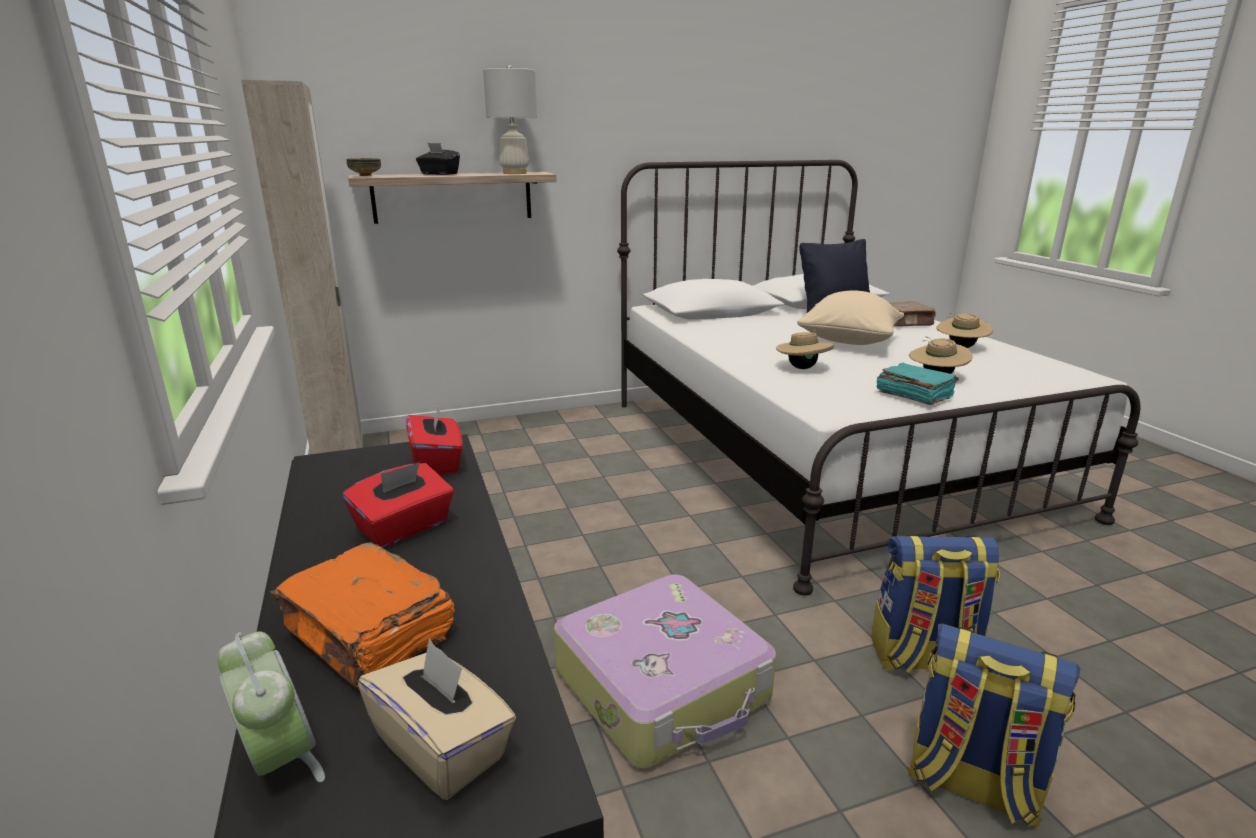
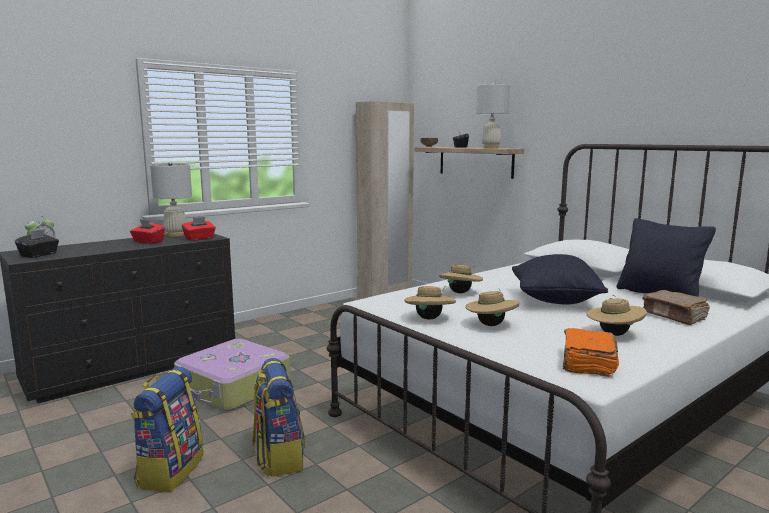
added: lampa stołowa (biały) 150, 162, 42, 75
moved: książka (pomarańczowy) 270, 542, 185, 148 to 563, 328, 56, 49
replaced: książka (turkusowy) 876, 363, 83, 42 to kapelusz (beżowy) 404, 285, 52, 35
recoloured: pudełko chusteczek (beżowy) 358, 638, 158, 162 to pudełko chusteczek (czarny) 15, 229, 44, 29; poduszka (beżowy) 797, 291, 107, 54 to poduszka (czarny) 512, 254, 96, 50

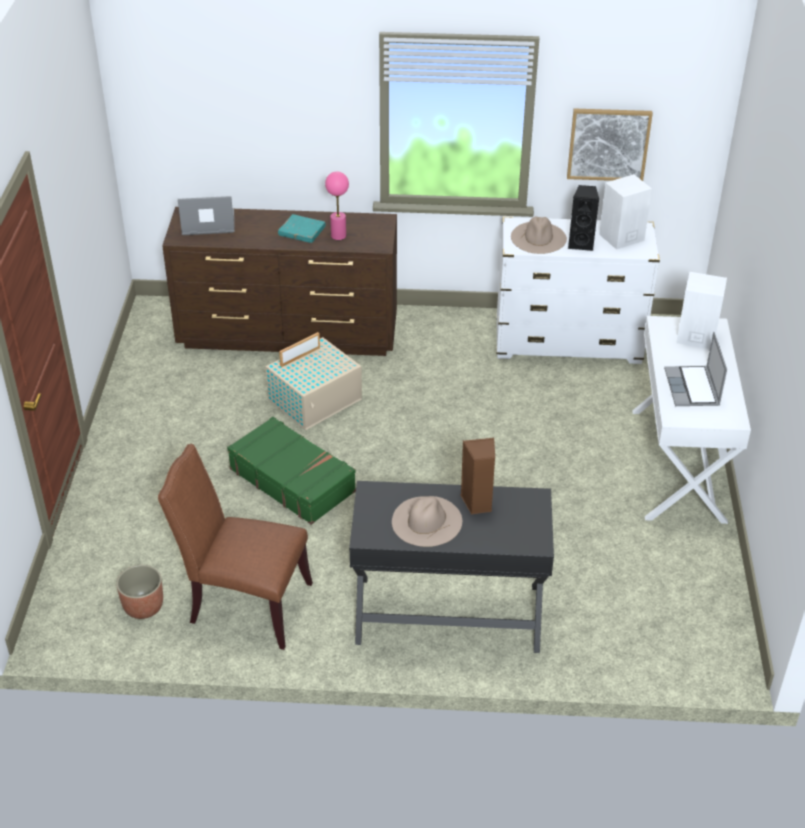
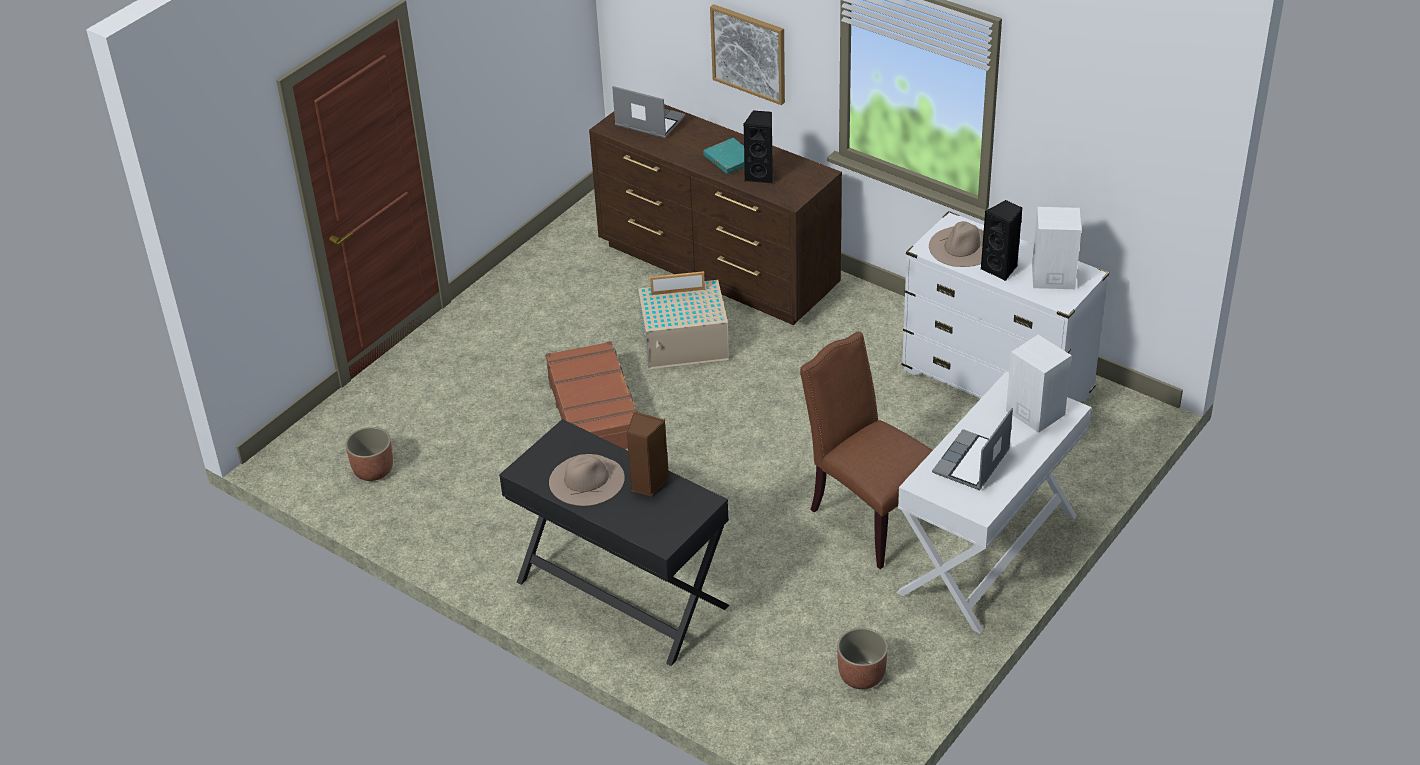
added: donica 837, 628, 51, 61
moved: krzesło (brązowy) 158, 444, 155, 206 to 800, 331, 133, 238; obraz 567, 109, 86, 72 to 710, 4, 75, 101
replaced: lampa stołowa (różowy) 325, 172, 24, 68 to głośnik (czarny) 743, 110, 30, 74
recoloured: walizka (zielony) 227, 417, 129, 108 to walizka (brązowy) 545, 341, 93, 108

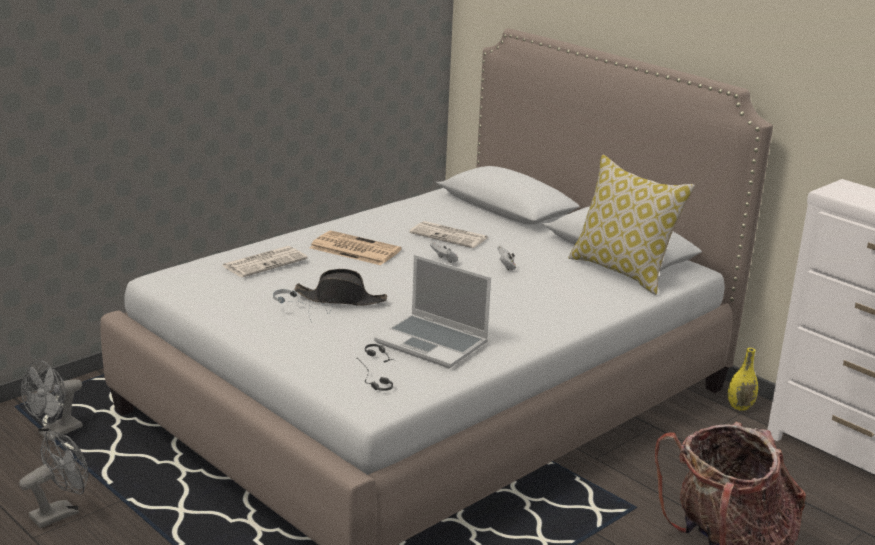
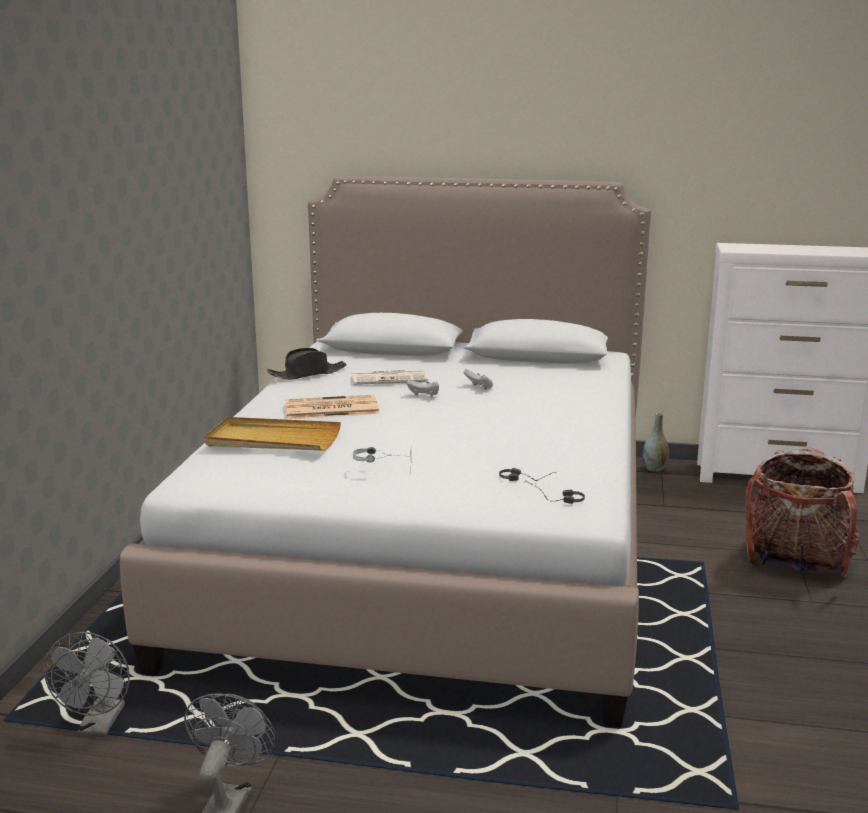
removed: laptop 374, 255, 117, 113; poduszka 568, 154, 127, 141
moved: kapelusz (czarny) 294, 269, 93, 37 to 267, 348, 79, 32
replaced: gazeta 222, 246, 85, 32 to taca (beżowy) 204, 417, 137, 34
recoloured: wazon (żółty) 728, 348, 30, 63 to wazon (szary) 642, 413, 27, 58

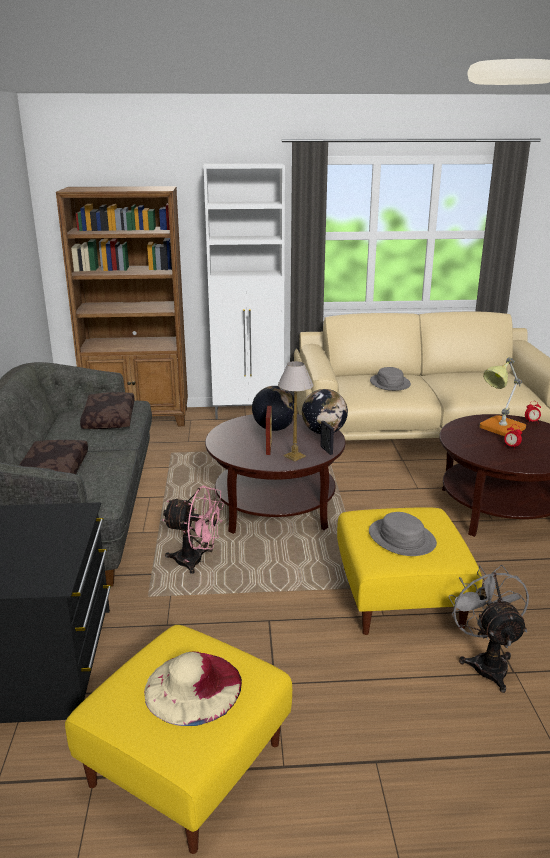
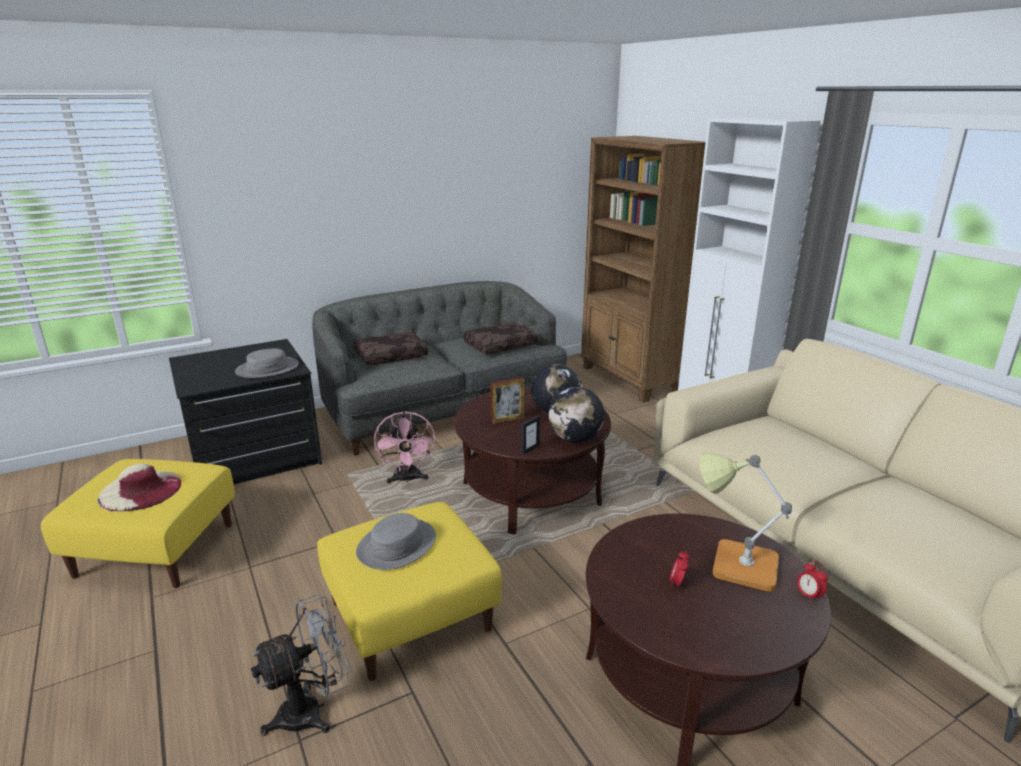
removed: lampa stołowa 278, 361, 35, 100
moved: kapelusz (szary) 370, 367, 41, 24 to 235, 348, 64, 30

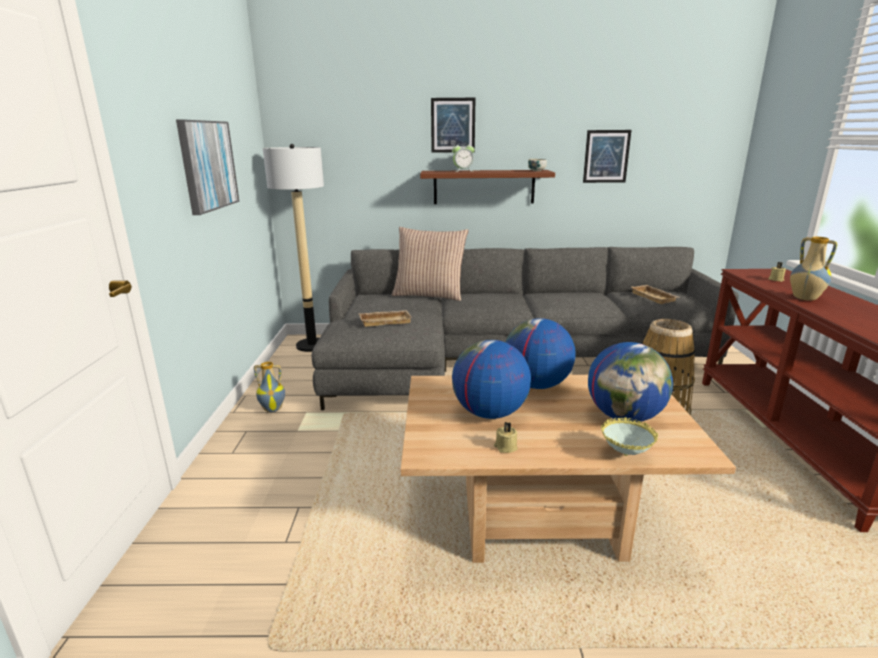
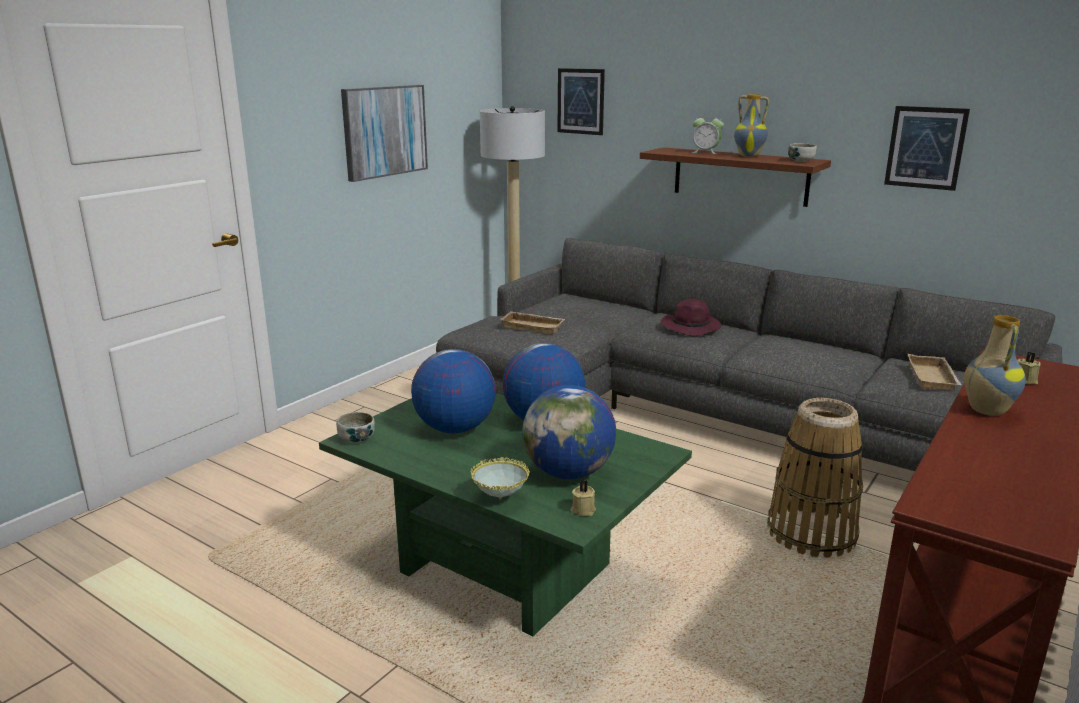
removed: poduszka 392, 227, 77, 74
added: miska 336, 412, 39, 30; kapelusz (fioletowy) 661, 299, 60, 37
moved: wazon 254, 362, 31, 50 to 734, 94, 35, 63; obraz 431, 98, 44, 55 to 557, 68, 48, 67; świeca (beżowy) 494, 422, 24, 31 to 571, 480, 25, 36
recoloured: ława (beżowy) 400, 375, 336, 188 to ława (zielony) 319, 393, 373, 243

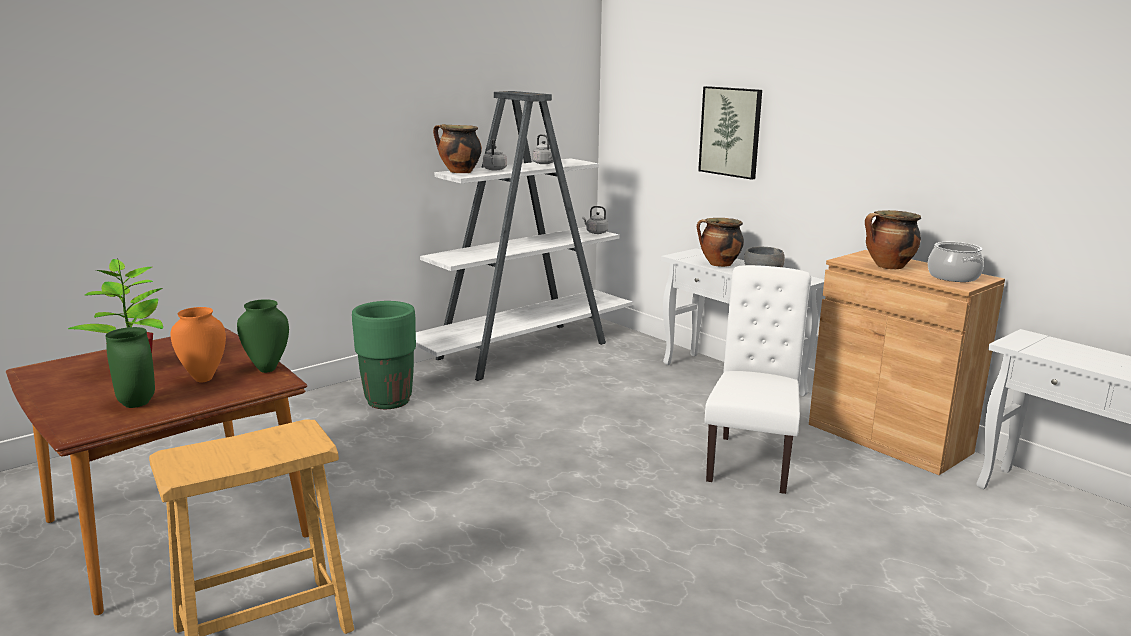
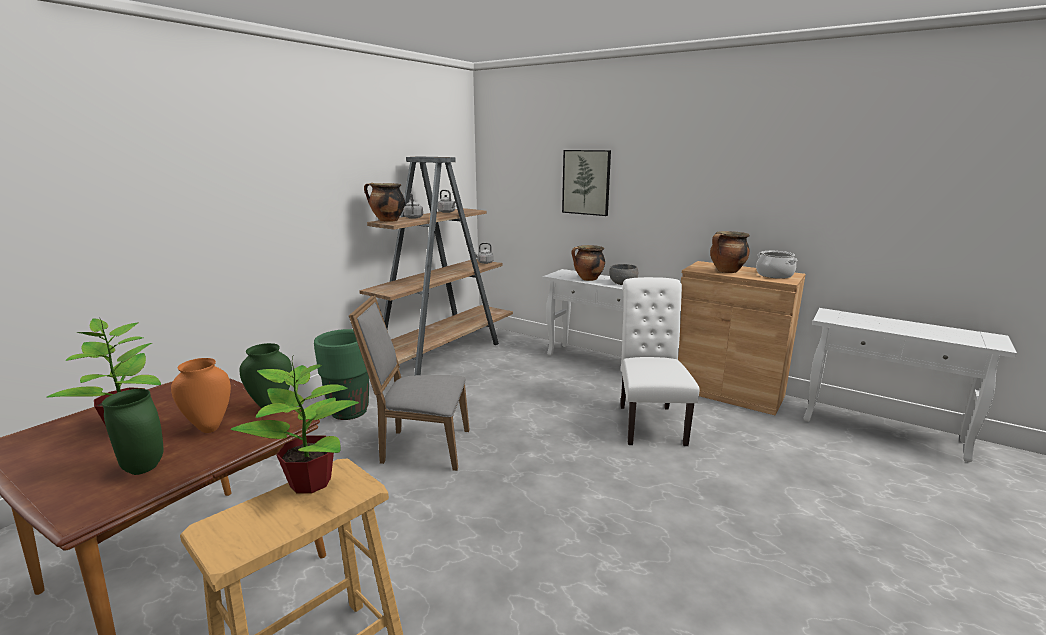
added: roślina doniczkowa 231, 356, 128, 138; krzesło (szary) 349, 295, 121, 176
recoloured: regał (biały) 416, 91, 217, 290 to regał (brązowy) 359, 156, 154, 219

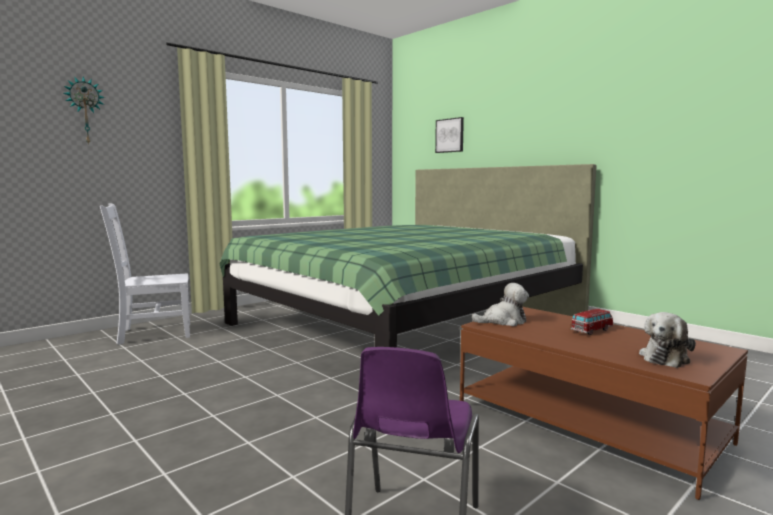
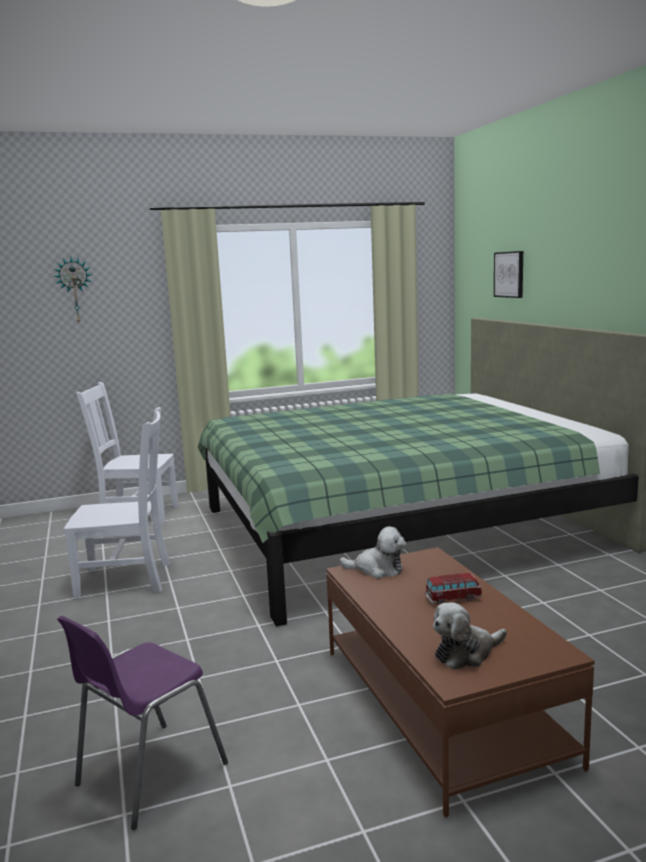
added: krzesło (biały) 64, 407, 106, 192

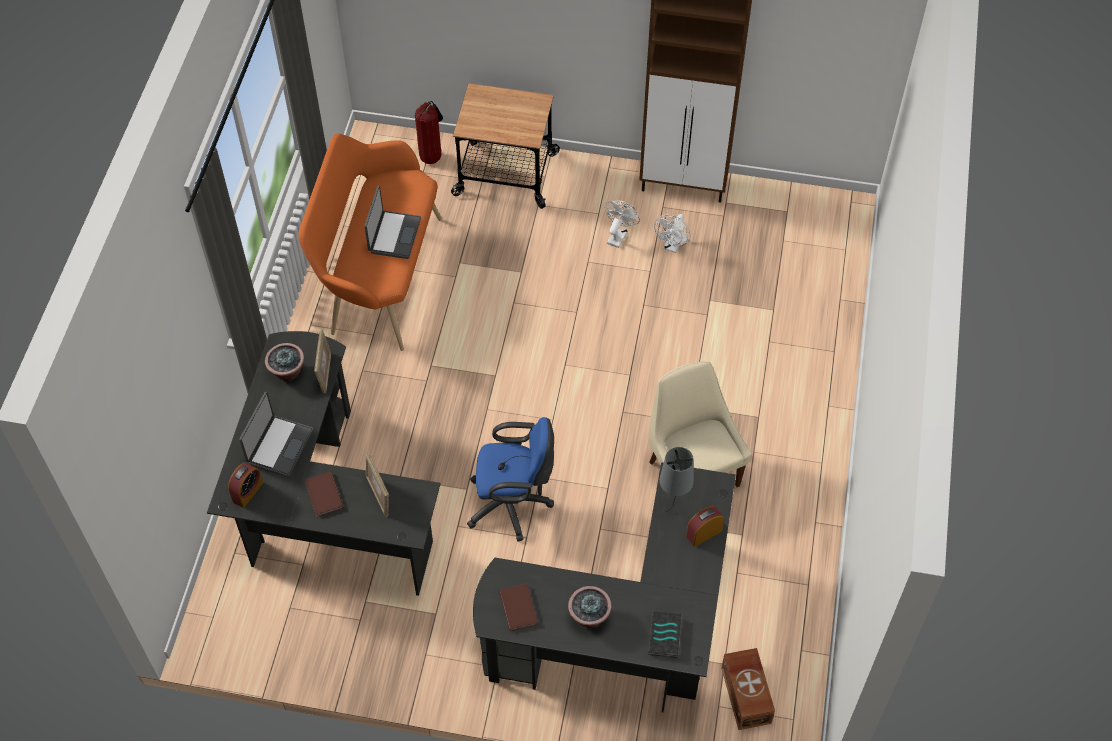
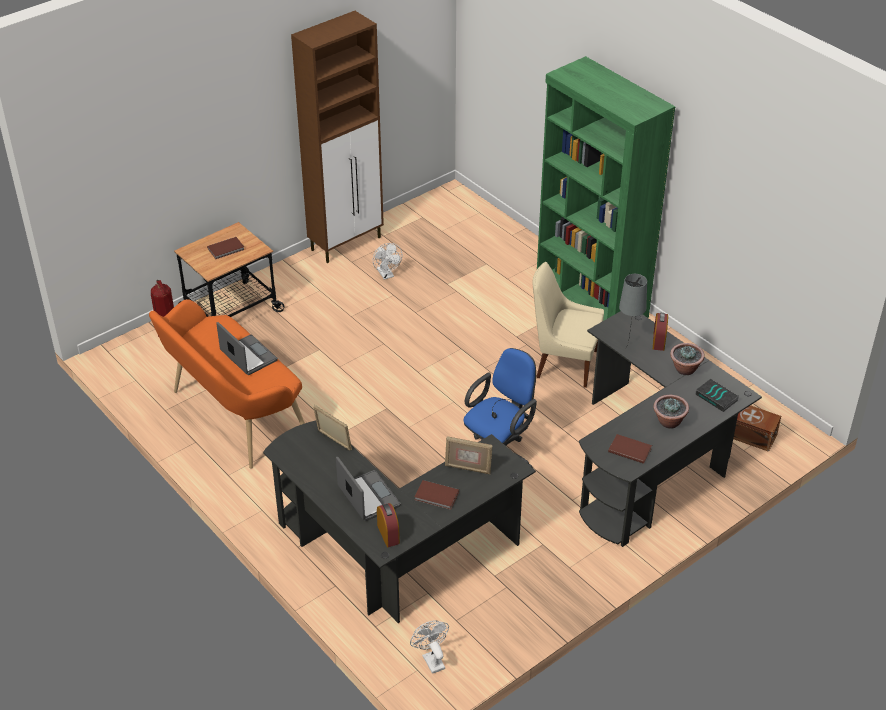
added: książka (brązowy) 207, 237, 38, 22; regał (zielony) 537, 56, 138, 265
moved: roślina doniczkowa 265, 343, 39, 38 to 670, 343, 35, 32; wentylator (biały) 604, 200, 36, 48 to 410, 620, 39, 54

